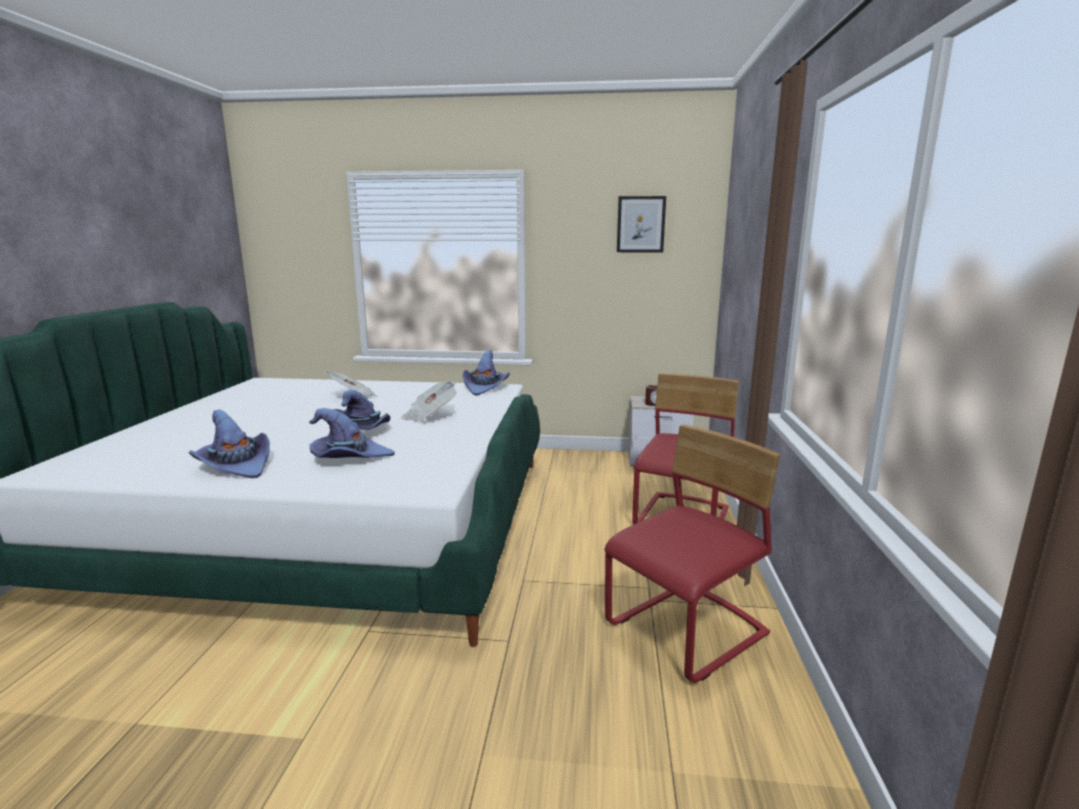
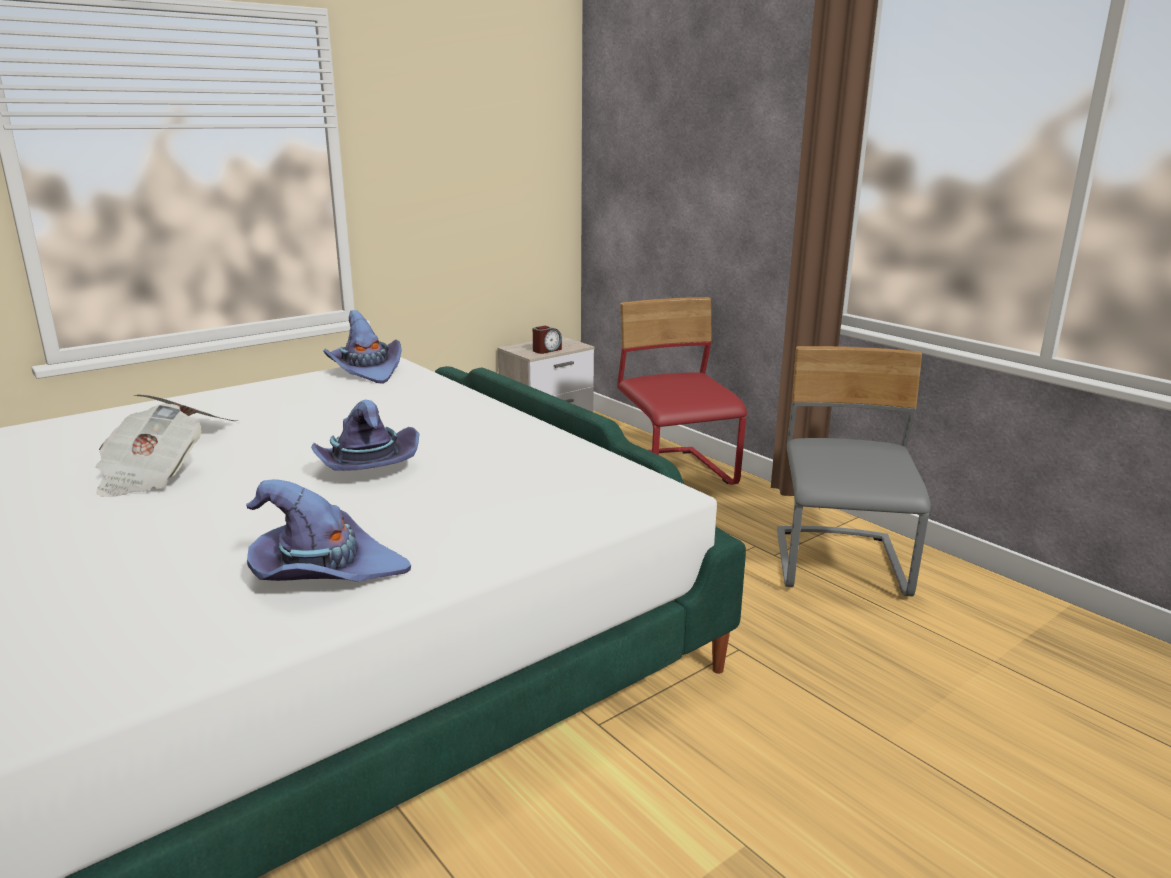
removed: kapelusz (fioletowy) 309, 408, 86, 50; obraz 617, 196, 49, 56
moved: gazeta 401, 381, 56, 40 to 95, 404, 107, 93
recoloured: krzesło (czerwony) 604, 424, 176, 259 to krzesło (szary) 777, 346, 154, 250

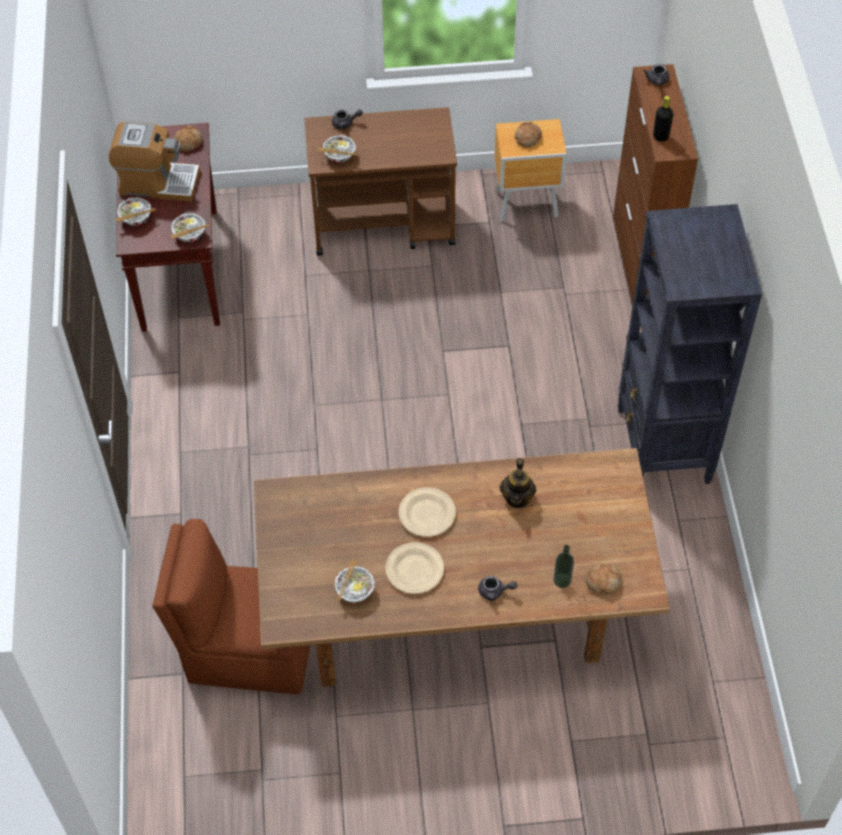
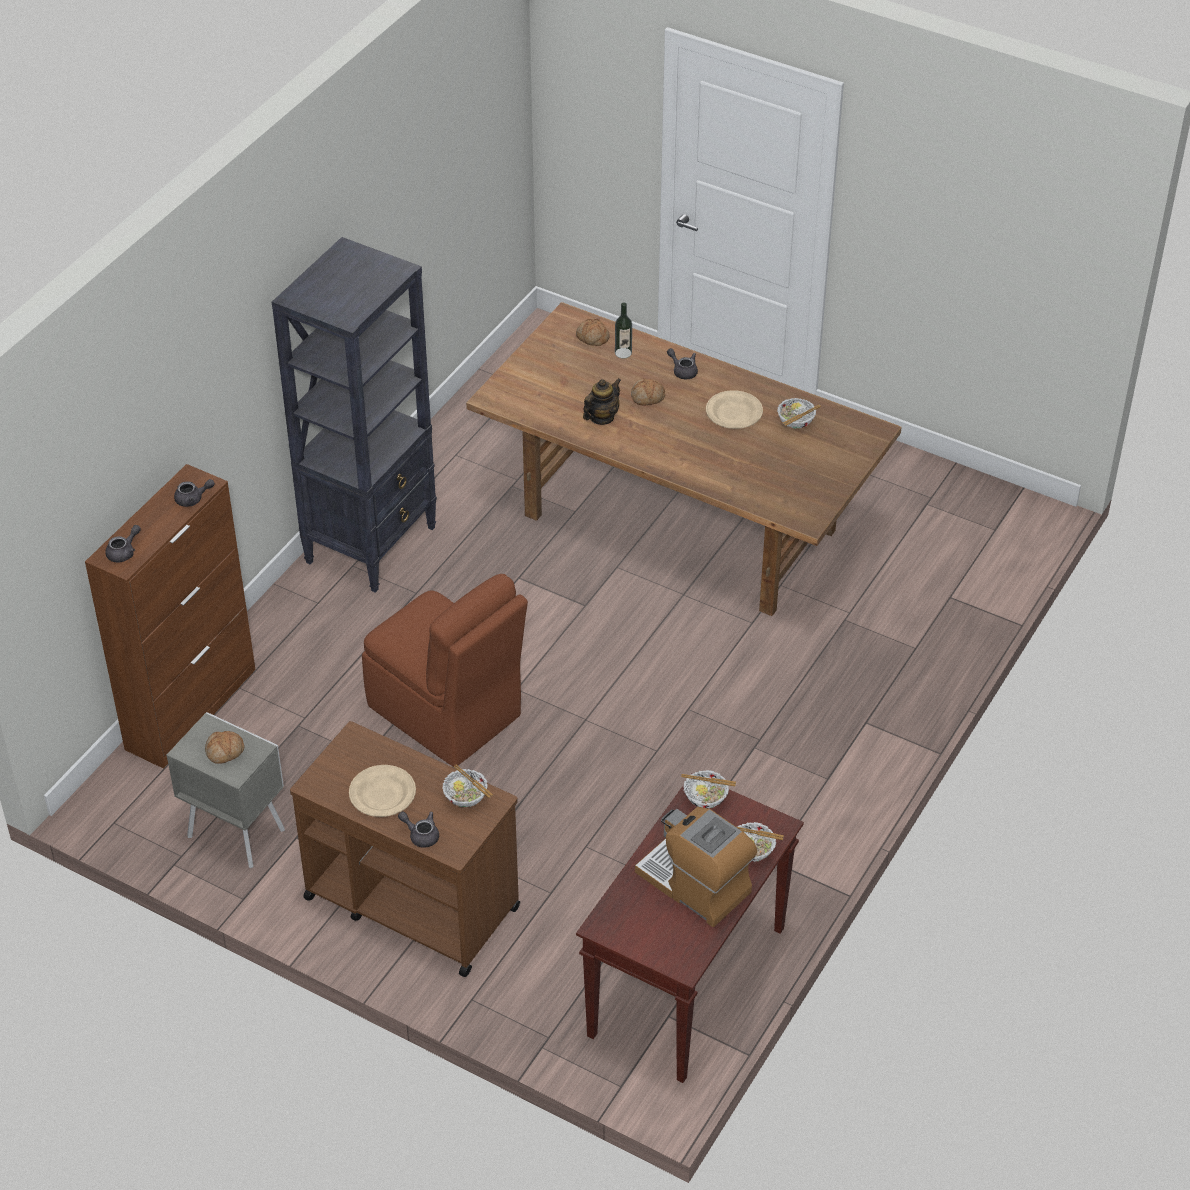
moved: krzesło (brązowy) 153, 519, 157, 175 to 362, 574, 166, 193; chleb 174, 126, 29, 26 to 631, 378, 34, 28; talerz (beżowy) 399, 487, 57, 50 to 349, 765, 67, 52
replaced: butelka (czarny) 653, 96, 20, 46 to imbryk (szary) 174, 479, 41, 28
recoloured: szafka nocna (brązowy) 494, 119, 73, 103 to szafka nocna (szary) 167, 712, 118, 156

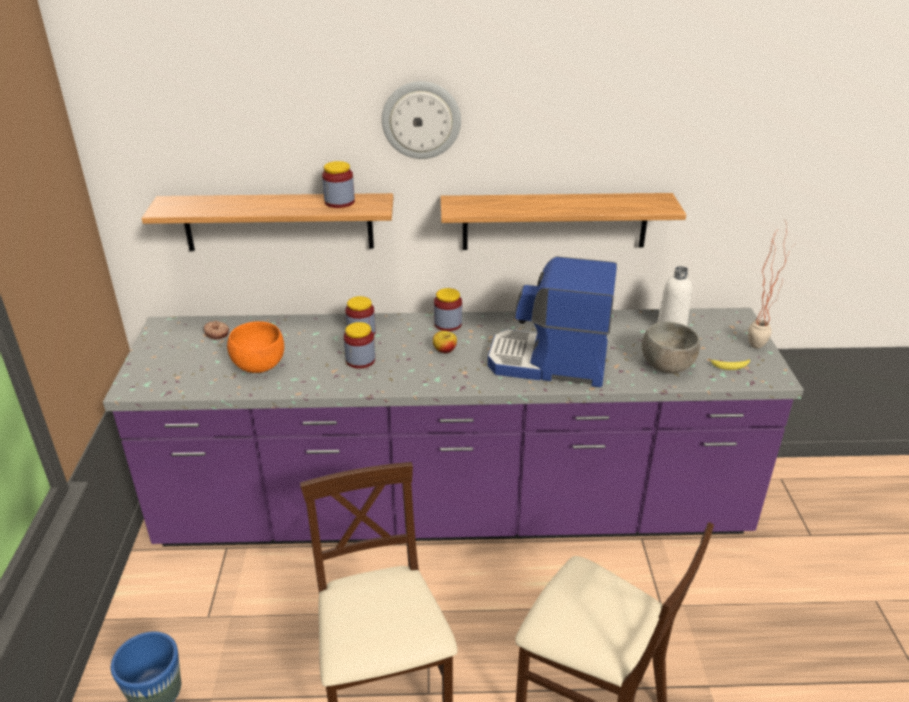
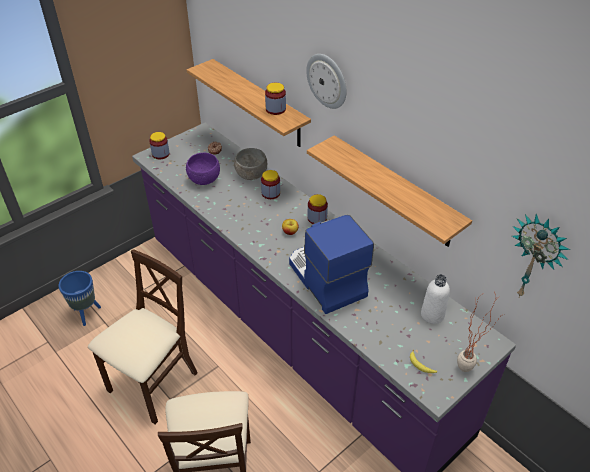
added: zegar ścienny 512, 214, 58, 83
moved: słoik 344, 322, 31, 47 to 149, 132, 21, 27; miska (szary) 642, 322, 58, 52 to 234, 148, 33, 32
recoloured: miska (pomarańczowy) 227, 321, 57, 52 to miska (fioletowy) 186, 153, 34, 32

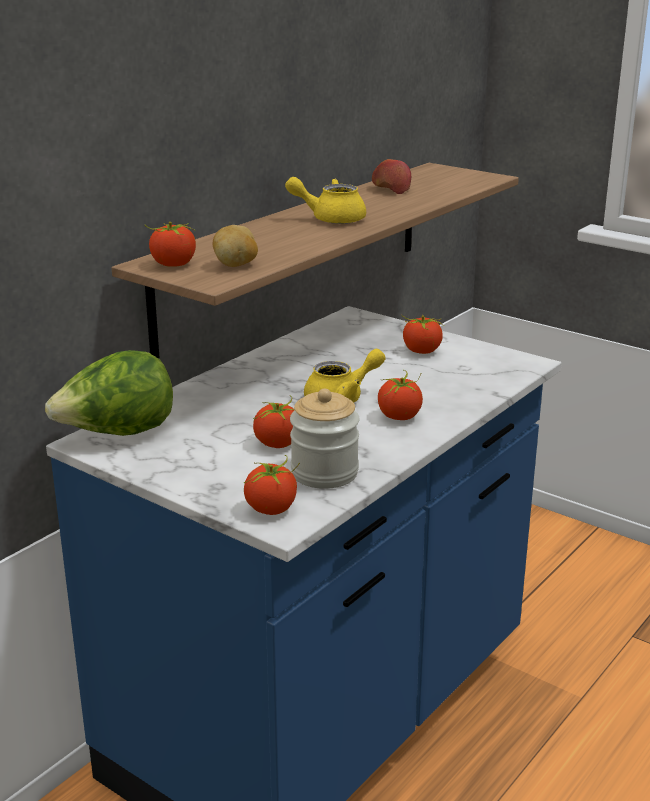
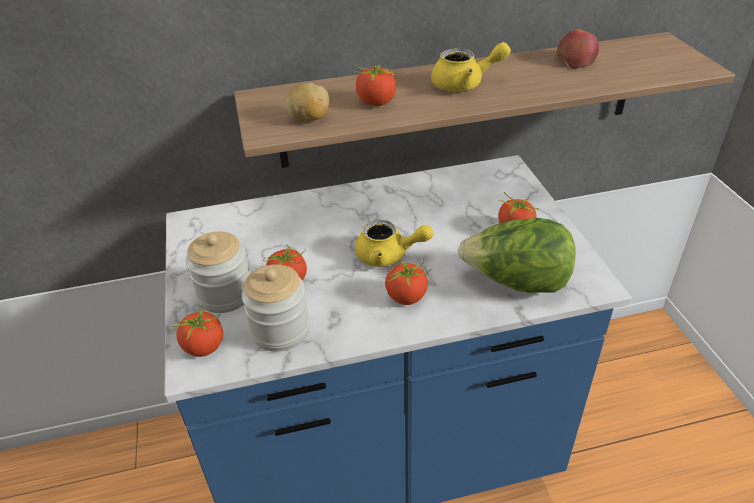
added: słoik 186, 232, 63, 81
moved: sałata 45, 350, 128, 86 to 458, 218, 118, 75; pomidor 145, 222, 51, 45 to 354, 64, 43, 42
turned: imbryk (żółty) 285, 177, 81, 47 = 431, 42, 80, 50 135 degrees clockwise

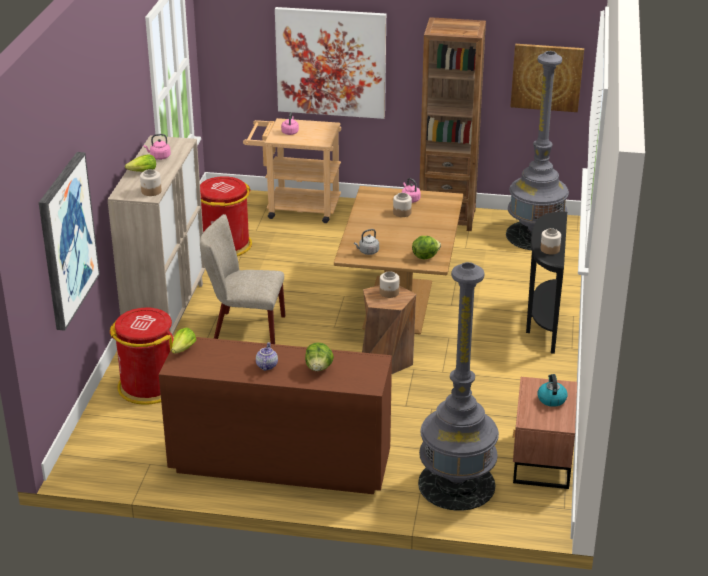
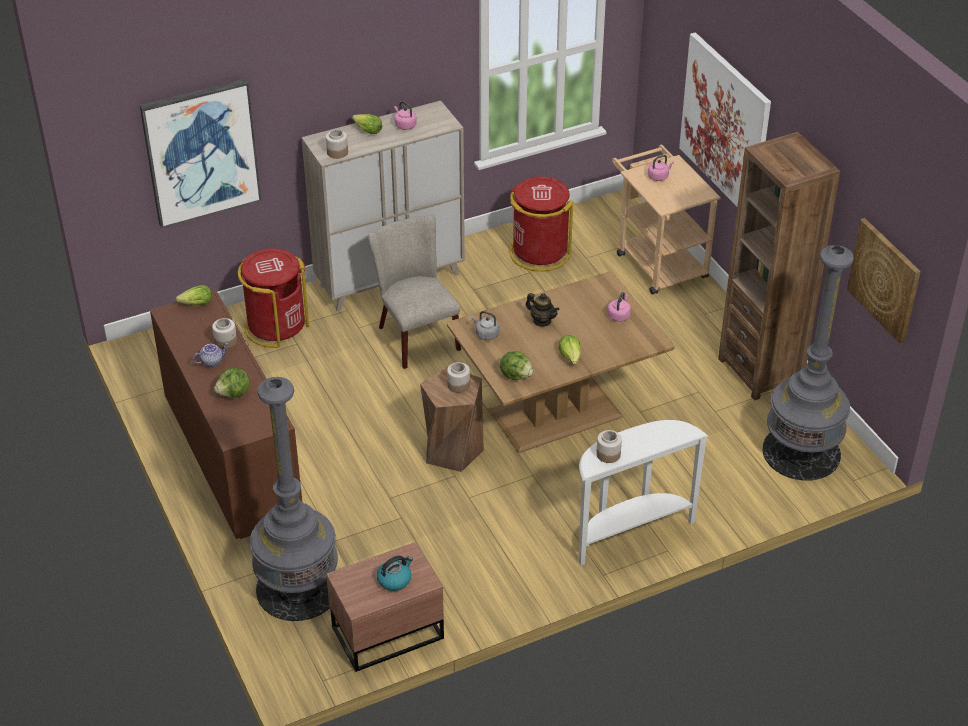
added: imbryk 526, 293, 33, 34; sałata 558, 335, 23, 30
moved: słoik 393, 193, 19, 24 to 212, 318, 25, 31
recoloured: stolik konsolowy (czarny) 526, 212, 41, 142 to stolik konsolowy (biały) 578, 420, 131, 145

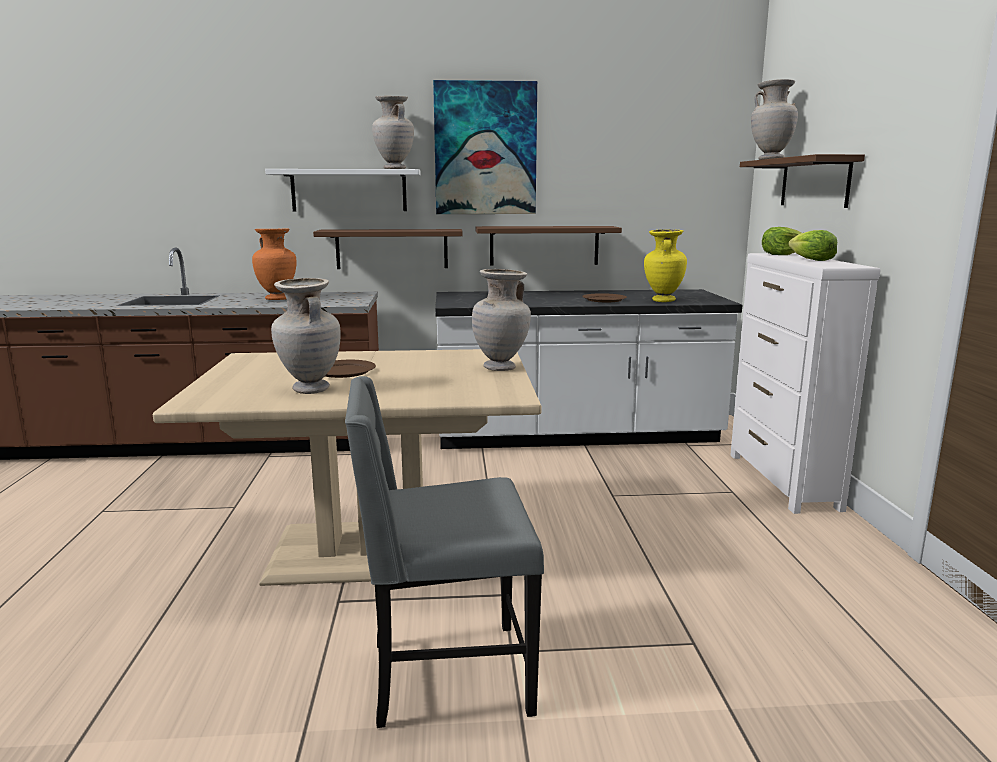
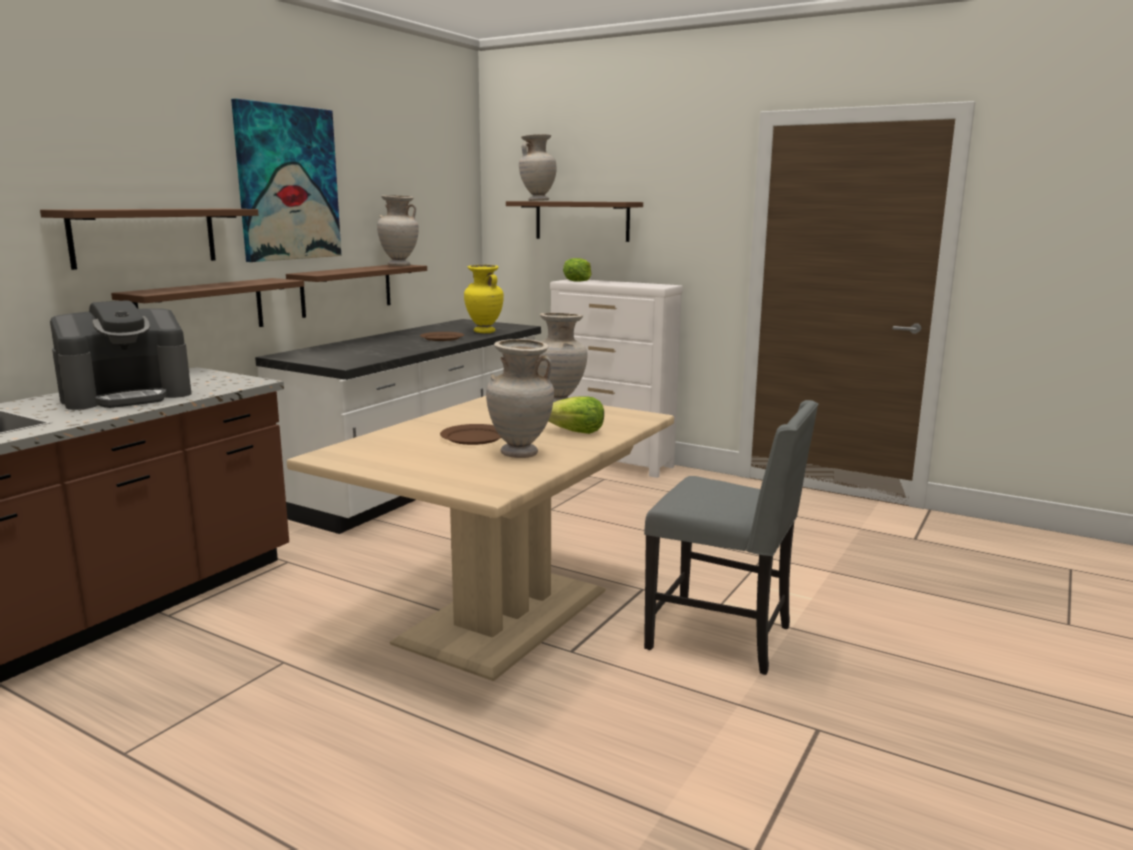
moved: wazon (beżowy) 372, 96, 42, 73 to 377, 195, 42, 71; sałata 788, 230, 49, 31 to 548, 396, 56, 38
replaced: wazon (pomarańczowy) 252, 228, 45, 72 to ekspres do kawy 50, 300, 141, 110
recoloured: półka (biały) 265, 169, 156, 42 to półka (brązowy) 40, 209, 218, 61
turned: krzesło (szary) 345, 376, 199, 352 = 644, 400, 175, 275 90 degrees counterclockwise

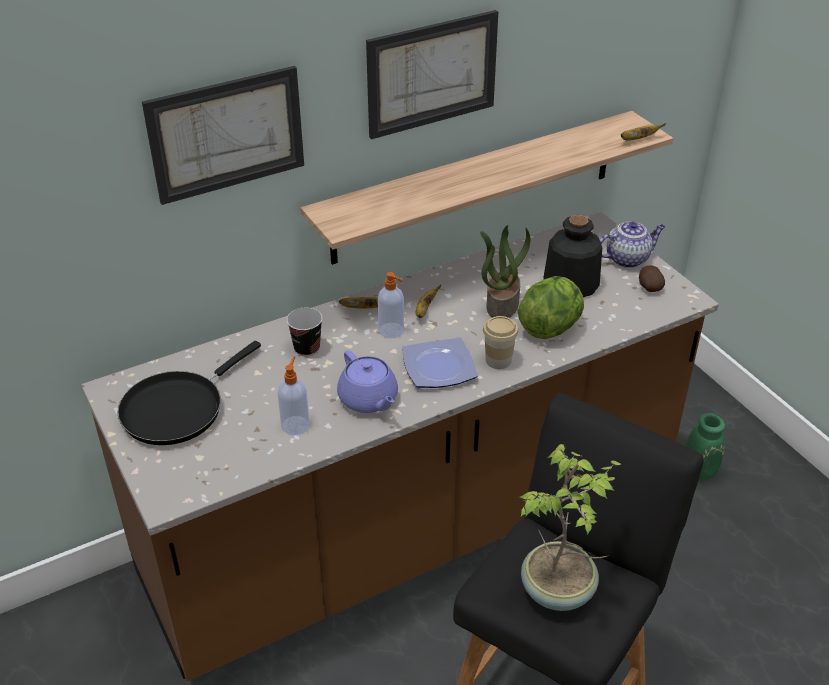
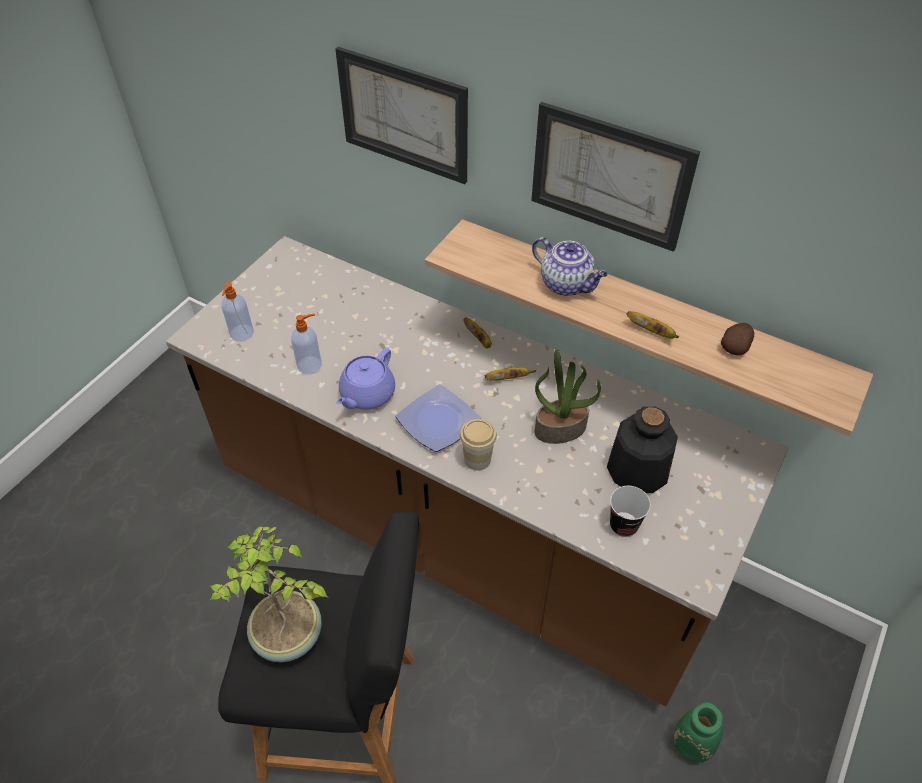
removed: patelnia (czarny) 117, 341, 144, 104; sałata 518, 276, 66, 63
moved: filiżanka 287, 307, 35, 50 to 610, 486, 41, 51; dozownik mydła 378, 272, 26, 66 to 221, 282, 33, 59; imbryk 600, 221, 65, 47 to 532, 237, 76, 59; banan 621, 123, 45, 17 to 627, 311, 52, 28; ziemniak 639, 266, 26, 26 to 721, 323, 33, 32

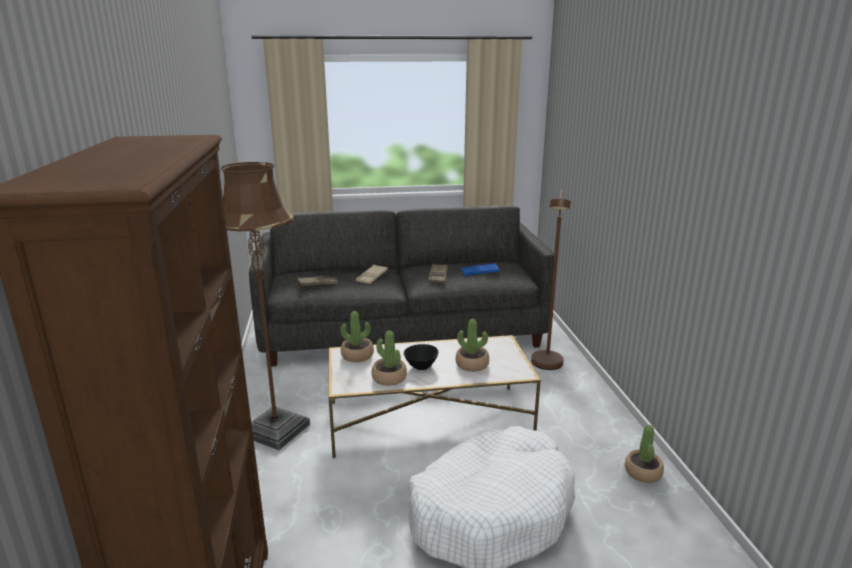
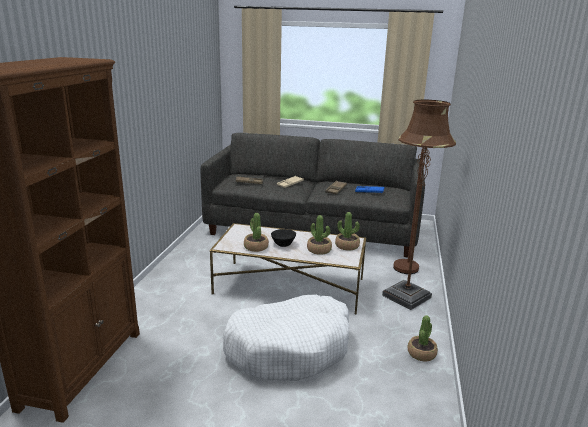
moved: lampa stojąca (brązowy) 221, 162, 89, 288 to 382, 100, 74, 210; roślina doniczkowa 341, 311, 33, 51 to 335, 212, 25, 39

